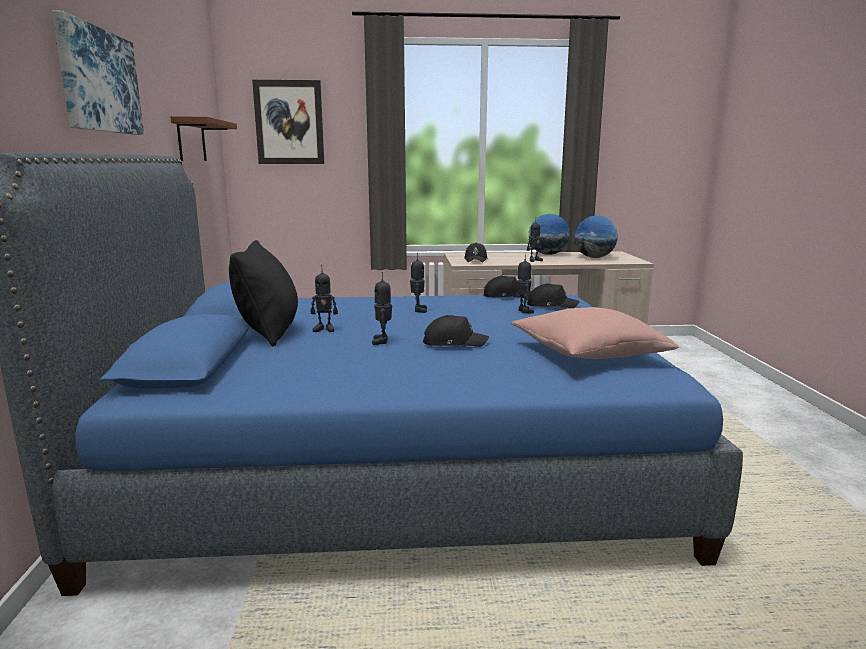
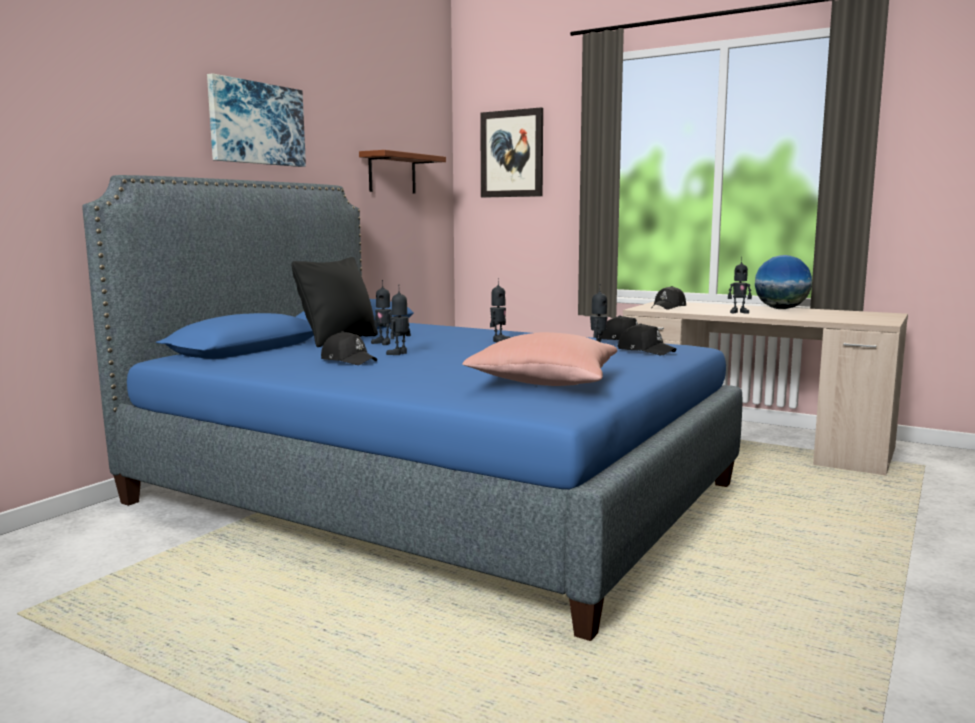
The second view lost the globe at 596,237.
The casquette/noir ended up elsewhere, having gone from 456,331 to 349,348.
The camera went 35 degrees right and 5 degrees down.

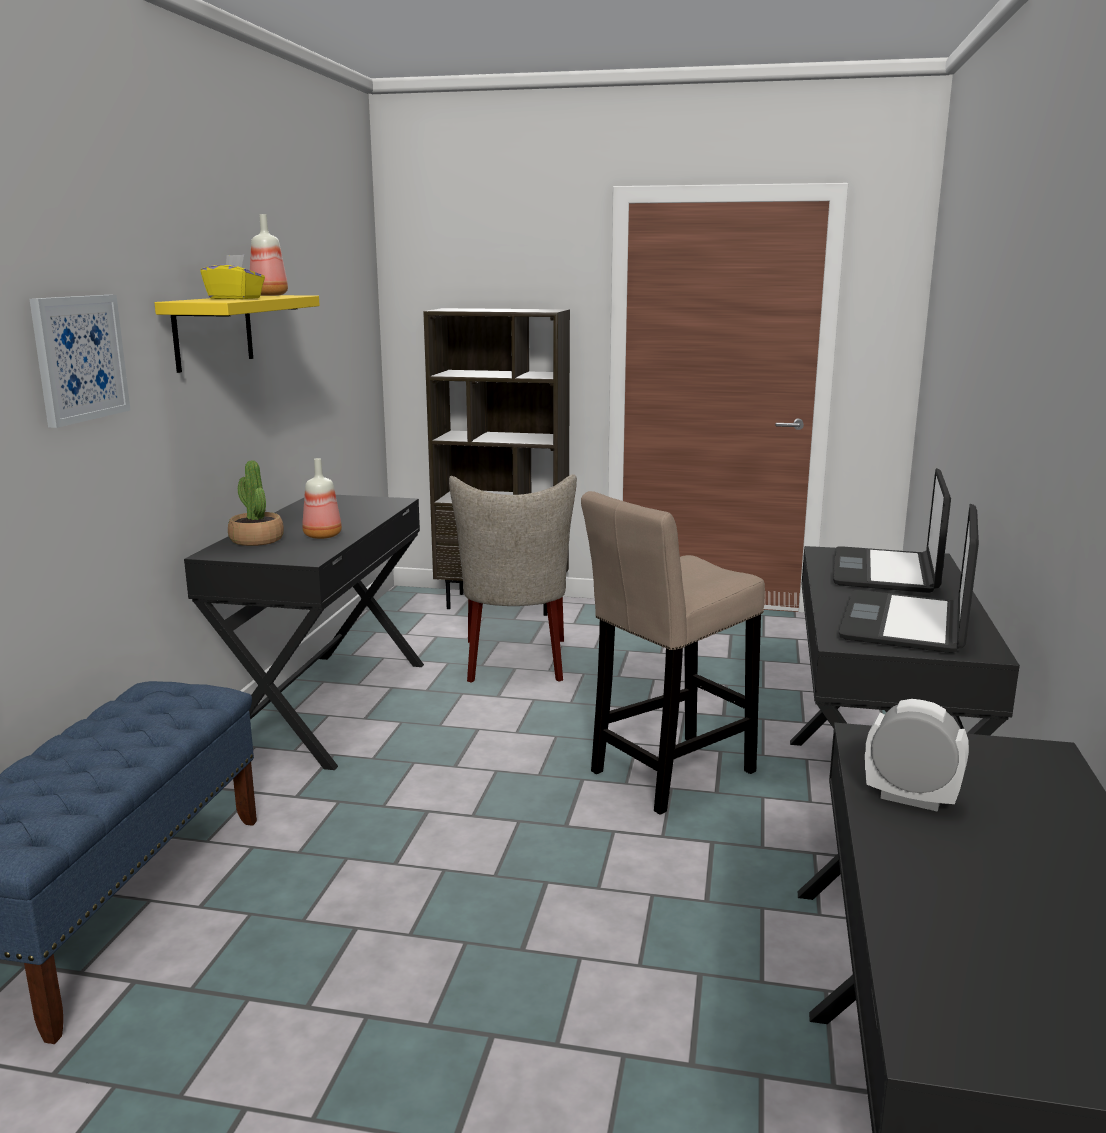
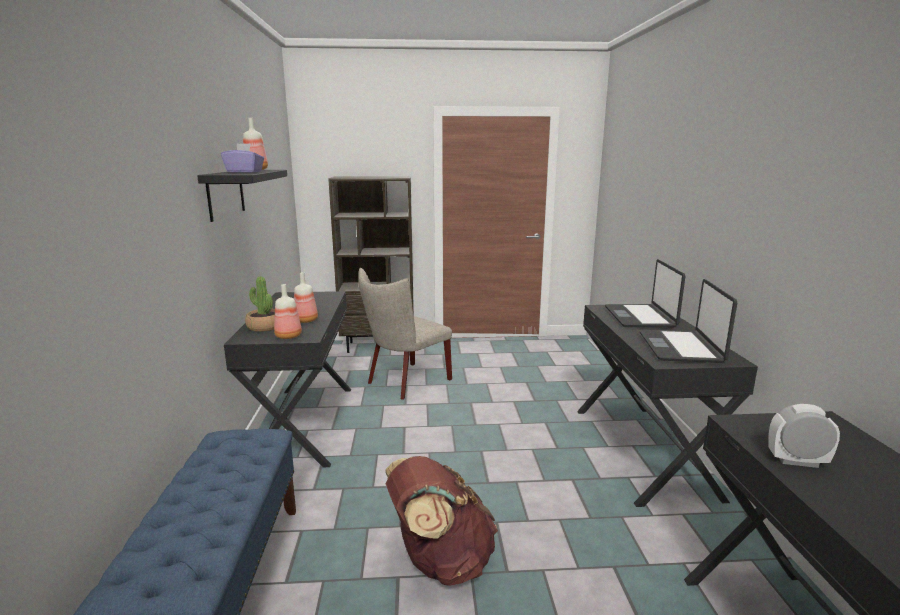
The second view lost the tableau at 79,361.
The second view lost the tabouret/beige at 673,653.
The second view gained the bouteille at 288,311.
The second view gained the sac à dos/marron at 441,521.
What was the étagère/jaune at 237,334 turned into the étagère/noir at 242,196.
What was the boîte à mouchoirs/jaune at 232,277 turned into the boîte à mouchoirs/violet at 242,158.
The chaise/beige at 513,578 ended up facing another way, 60 degrees clockwise from before.
The camera went 15 degrees left and 0 degrees up.

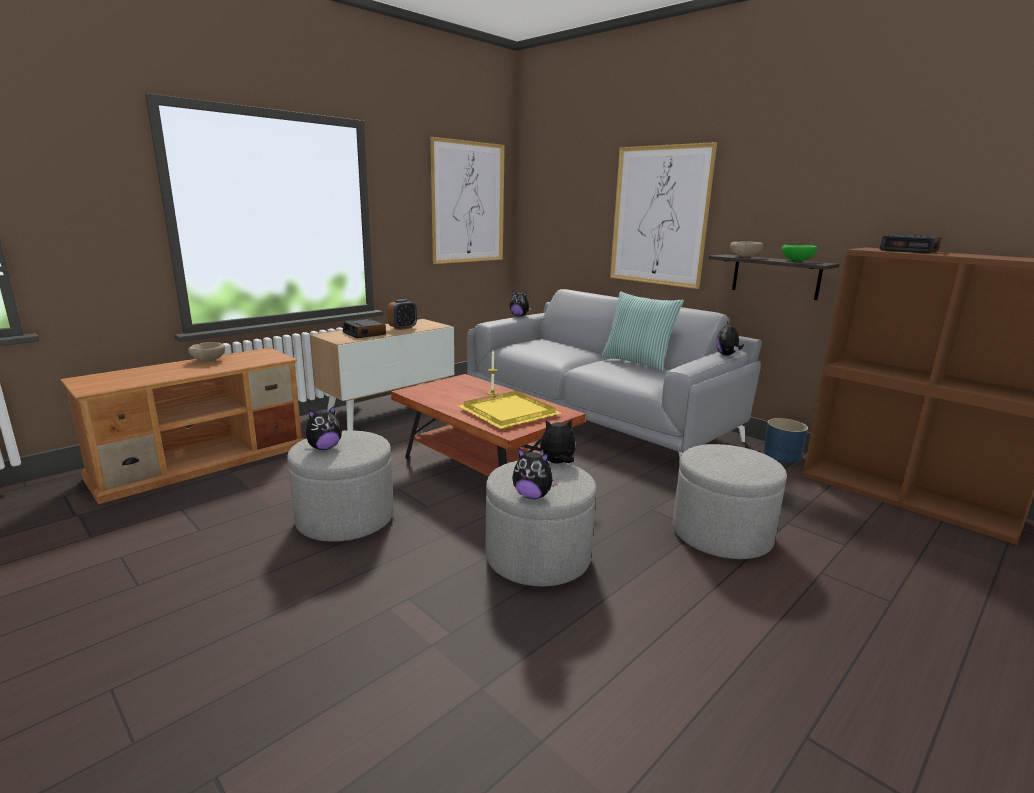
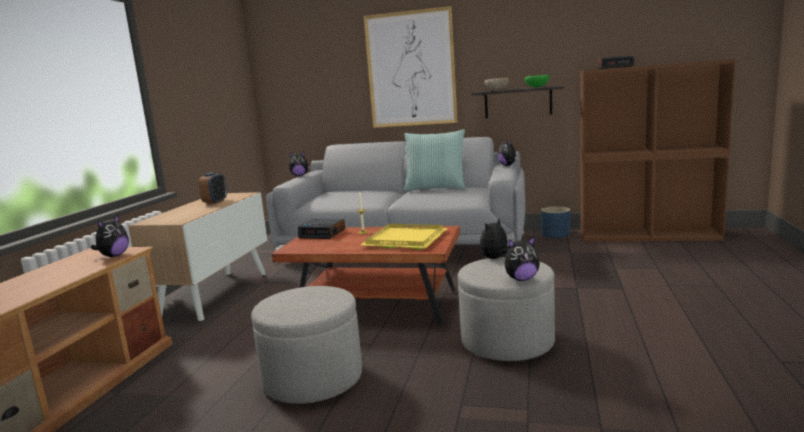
The second view lost the bol/beige at 206,351.
The second view lost the tableau at 467,200.
The second view lost the pouf/gris at 730,501.
The peluche ended up elsewhere, having gone from 324,427 to 110,236.
The réveil ended up elsewhere, having gone from 364,328 to 321,229.
The camera went 30 degrees left and 5 degrees down.

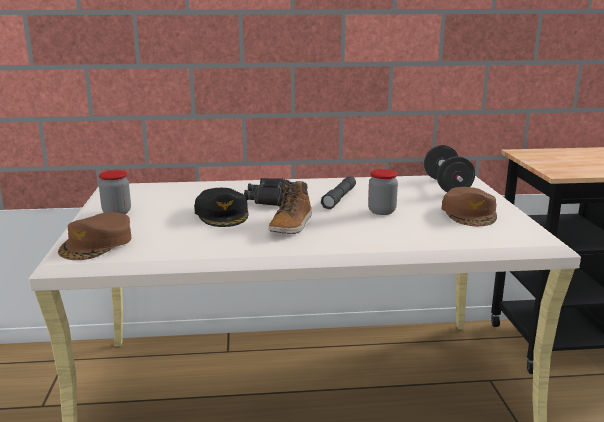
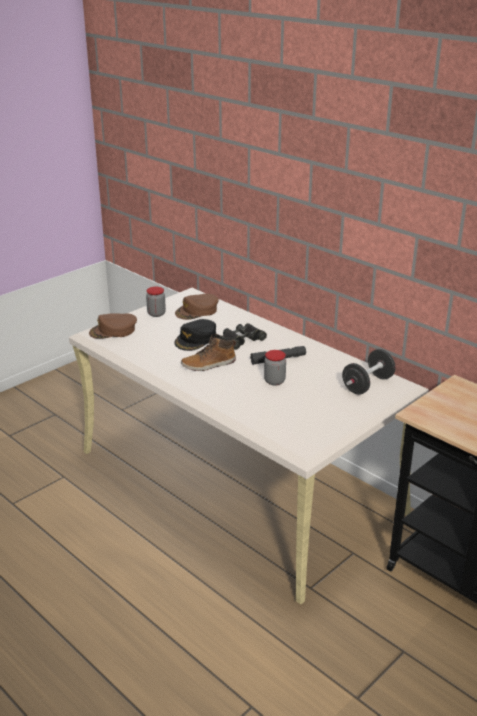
The casquette/marron ended up elsewhere, having gone from 469,206 to 197,307.
The camera went 50 degrees right and 10 degrees up.

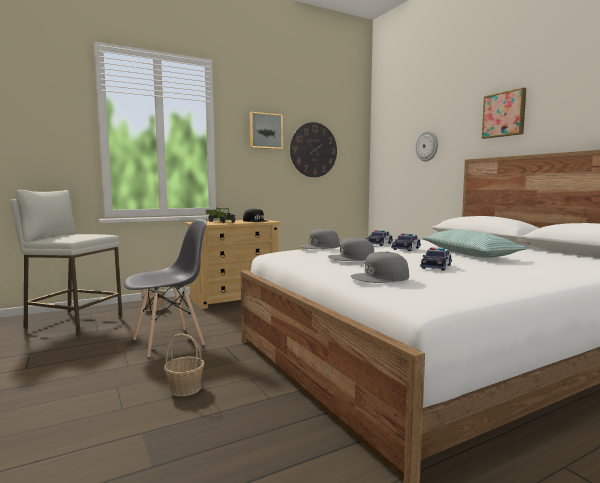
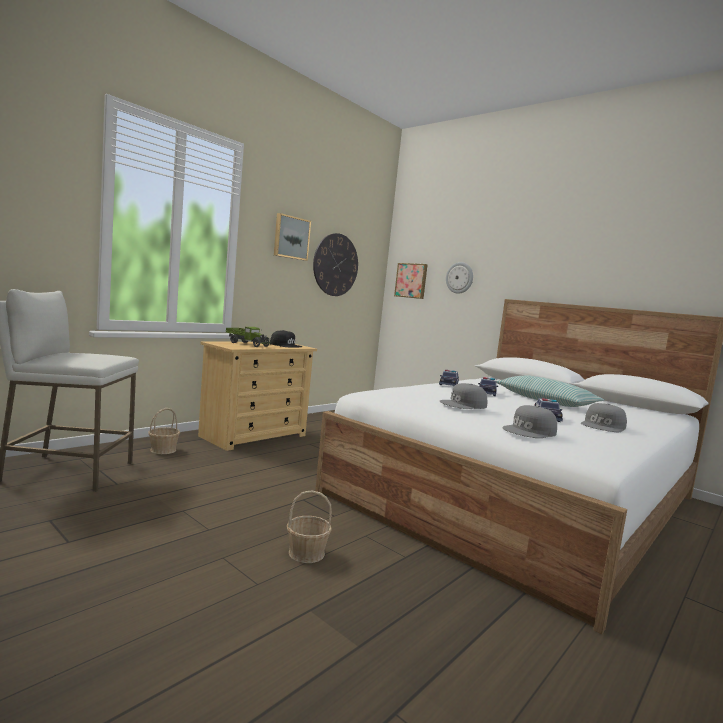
The second view lost the chaise/gris at 165,288.
The casquette/gris ended up elsewhere, having gone from 320,238 to 604,417.
The tableau ended up elsewhere, having gone from 504,113 to 411,281.
The camera went 20 degrees left and 0 degrees up.

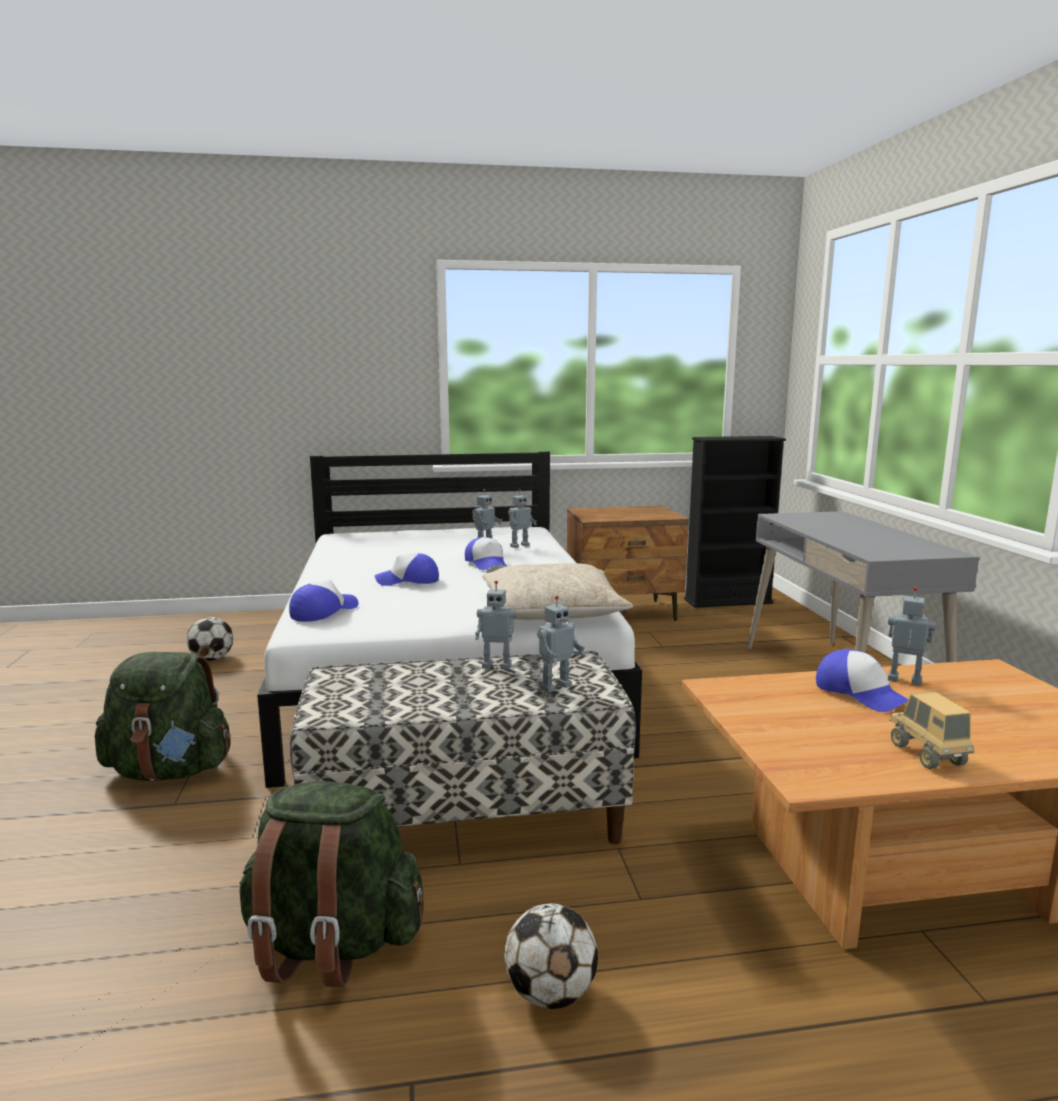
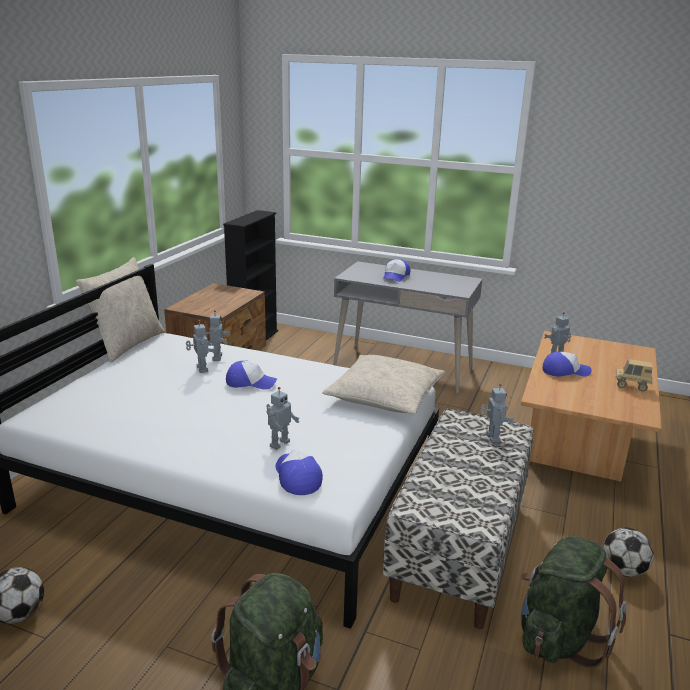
The second view gained the coussin/beige at 120,309.
The casquette ended up elsewhere, having gone from 406,569 to 396,270.
The robot jouet ended up elsewhere, having gone from 495,625 to 282,418.
The camera went 60 degrees left and 10 degrees up.

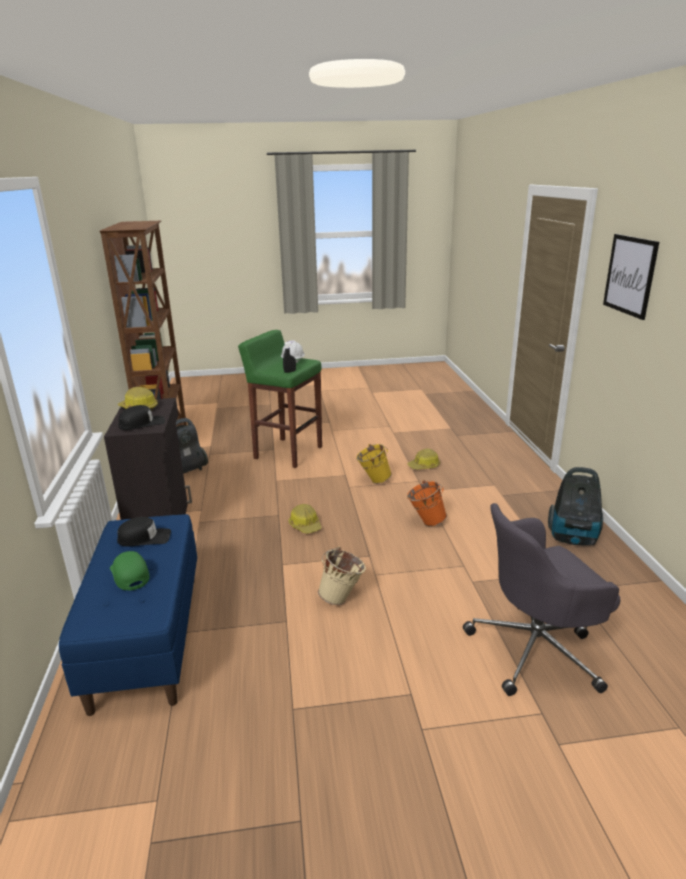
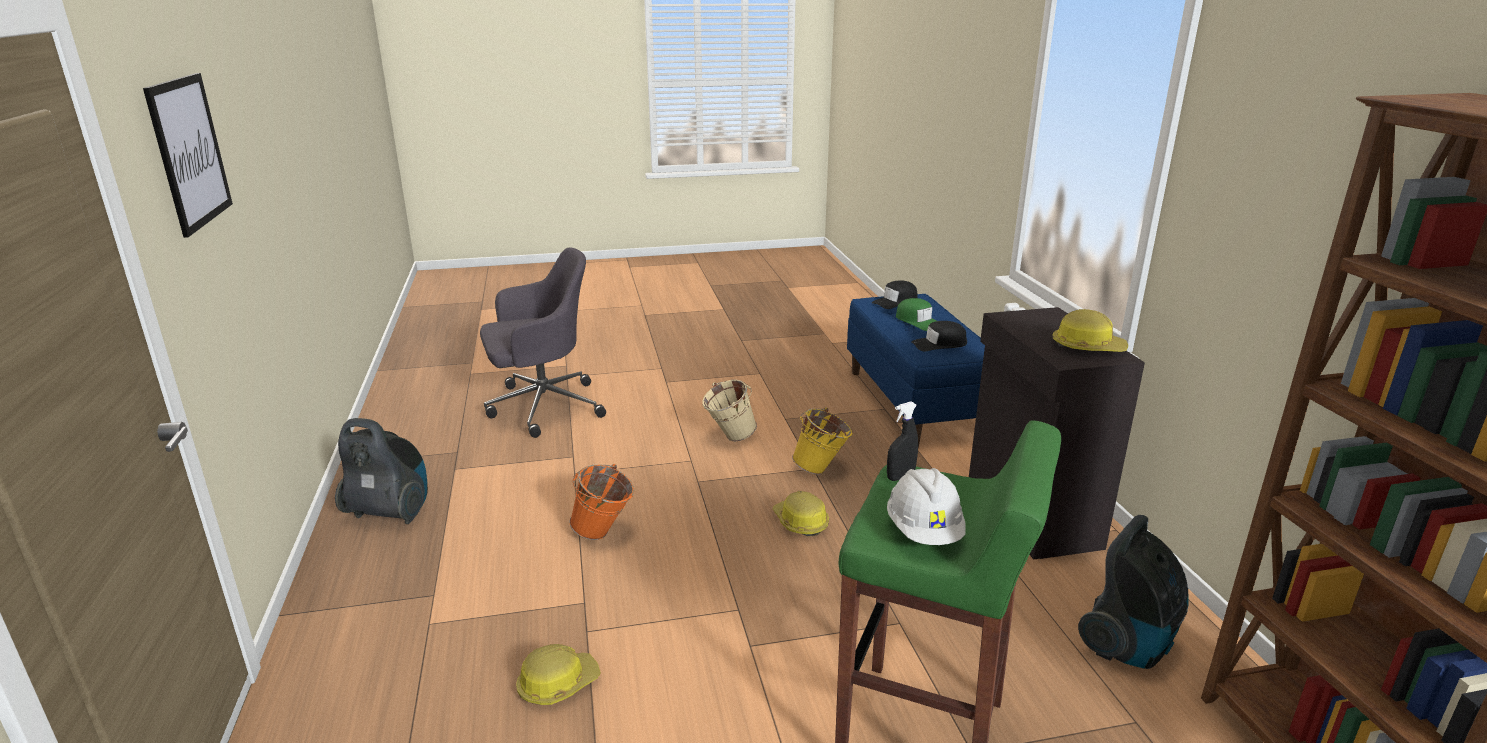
The casquette/noir ended up elsewhere, having gone from 141,417 to 894,295.
The seau/jaune ended up elsewhere, having gone from 374,464 to 822,441.
The camera went 175 degrees right and 0 degrees up.

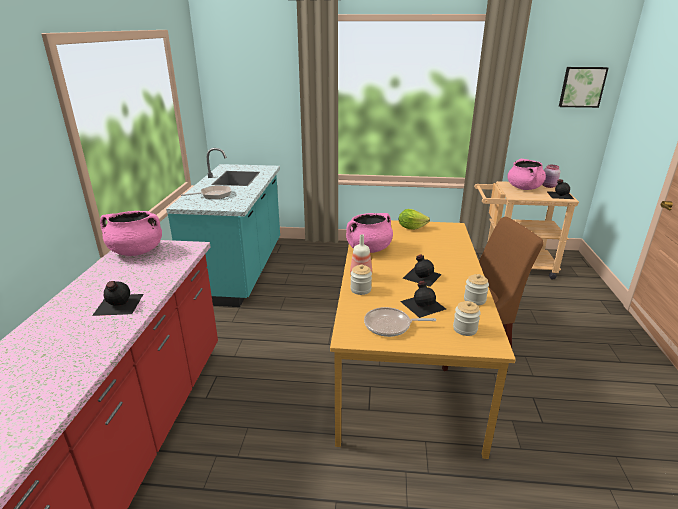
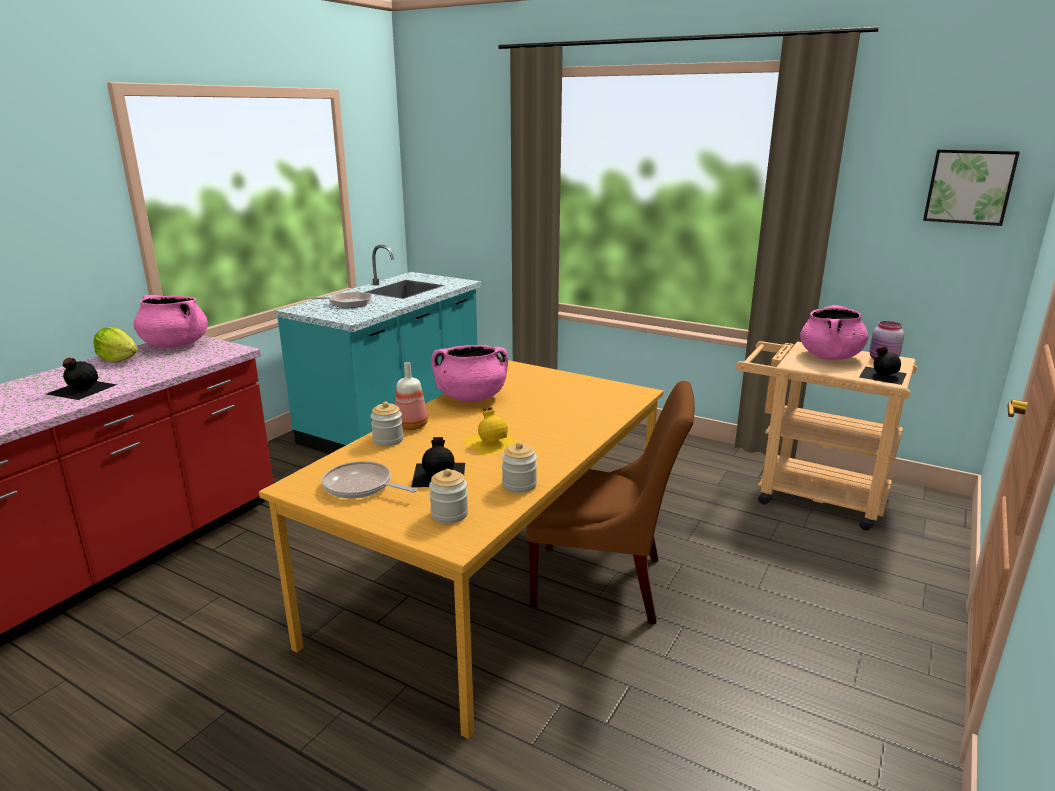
The laitue ended up elsewhere, having gone from 414,219 to 115,344.
What was the bouteille/noir at 422,271 turned into the bouteille/jaune at 490,431.
The camera went 25 degrees right and 5 degrees down.

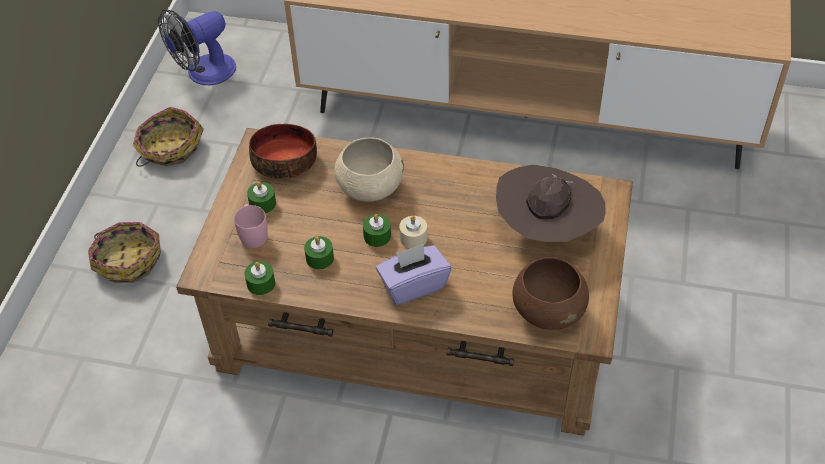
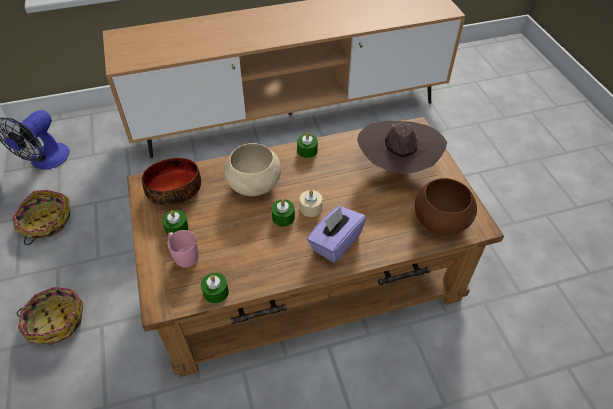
The bougie/vert ended up elsewhere, having gone from 319,253 to 307,145.
The camera went 30 degrees left and 0 degrees up.

